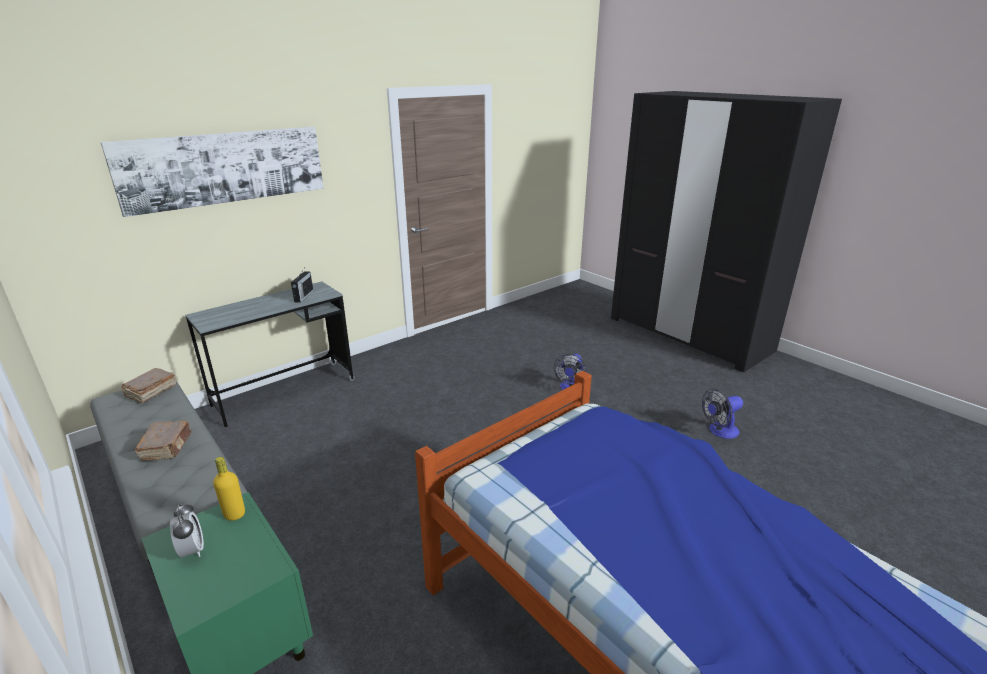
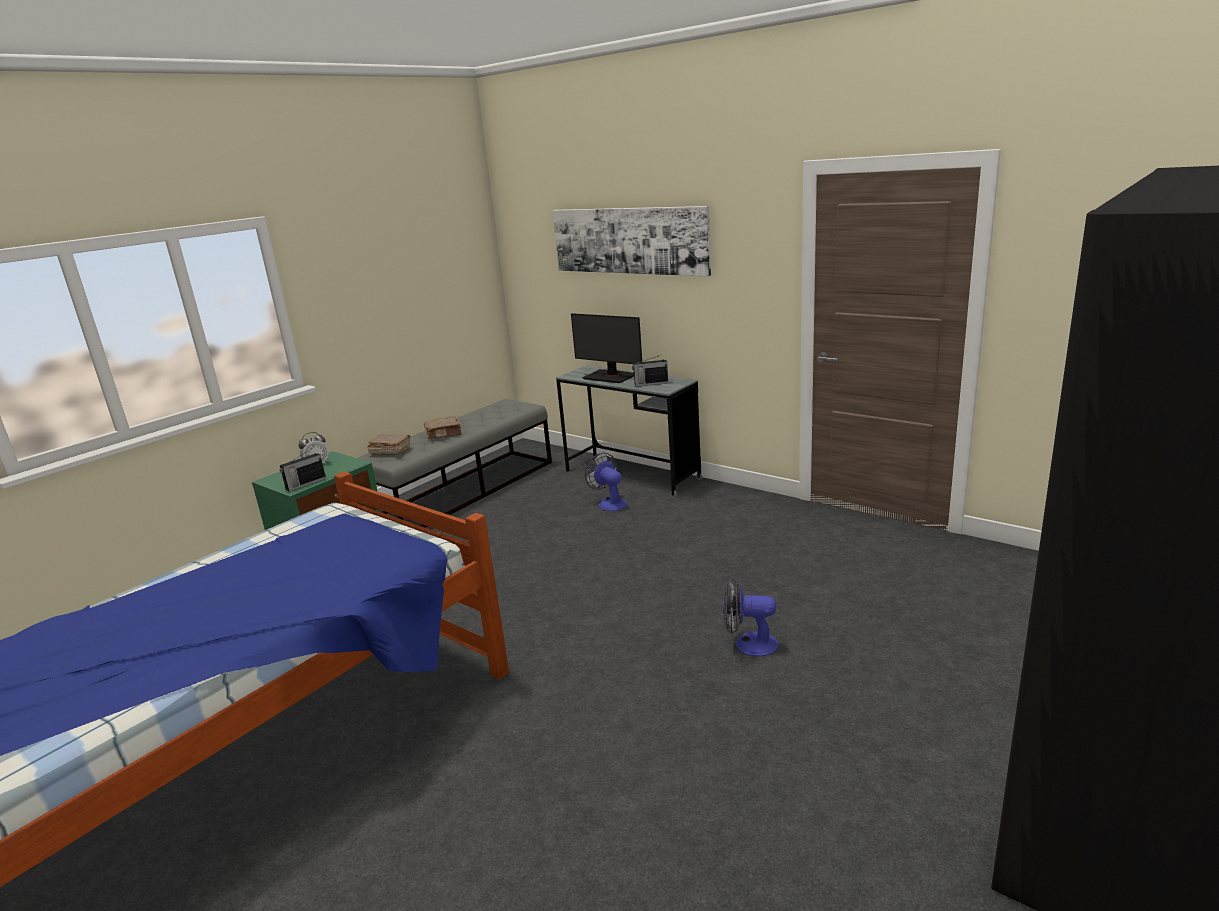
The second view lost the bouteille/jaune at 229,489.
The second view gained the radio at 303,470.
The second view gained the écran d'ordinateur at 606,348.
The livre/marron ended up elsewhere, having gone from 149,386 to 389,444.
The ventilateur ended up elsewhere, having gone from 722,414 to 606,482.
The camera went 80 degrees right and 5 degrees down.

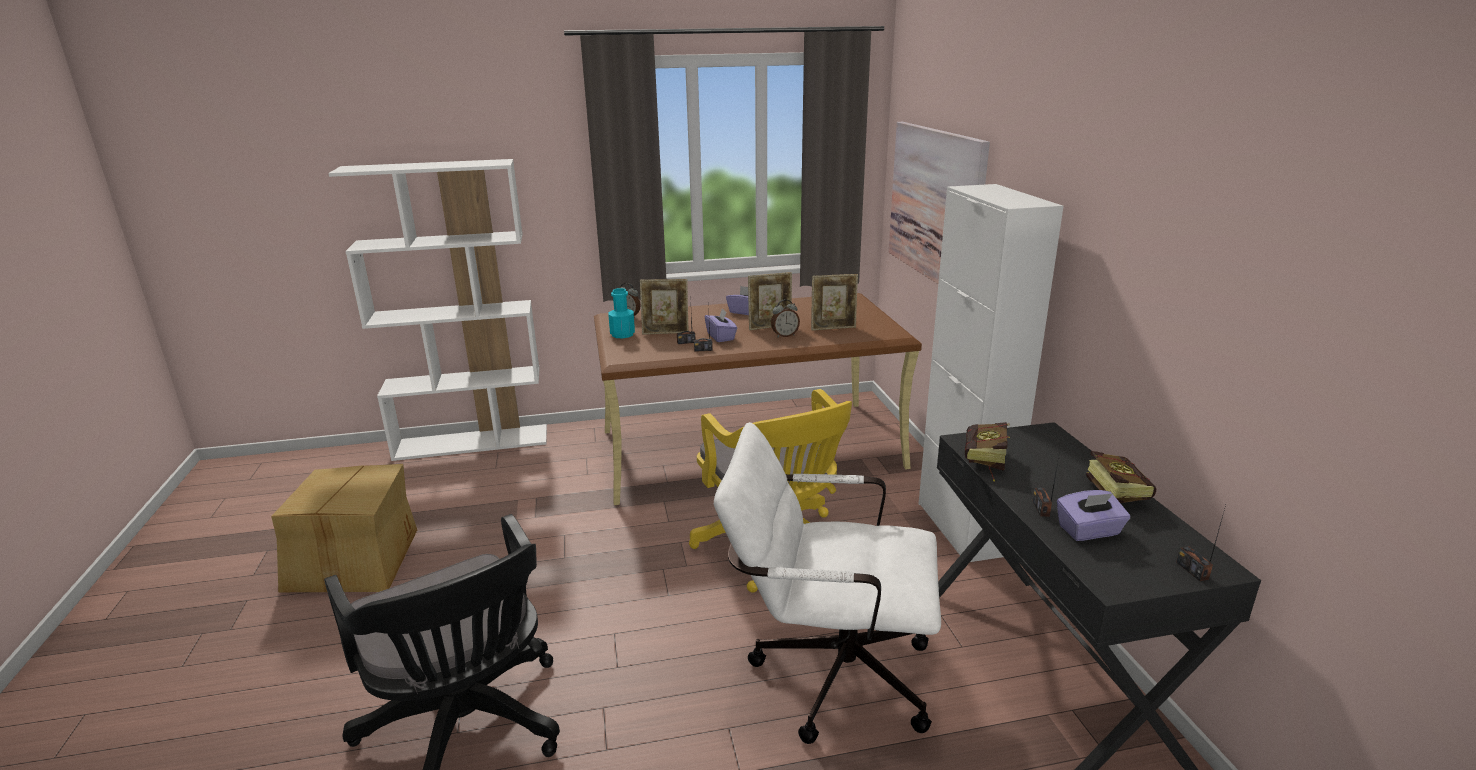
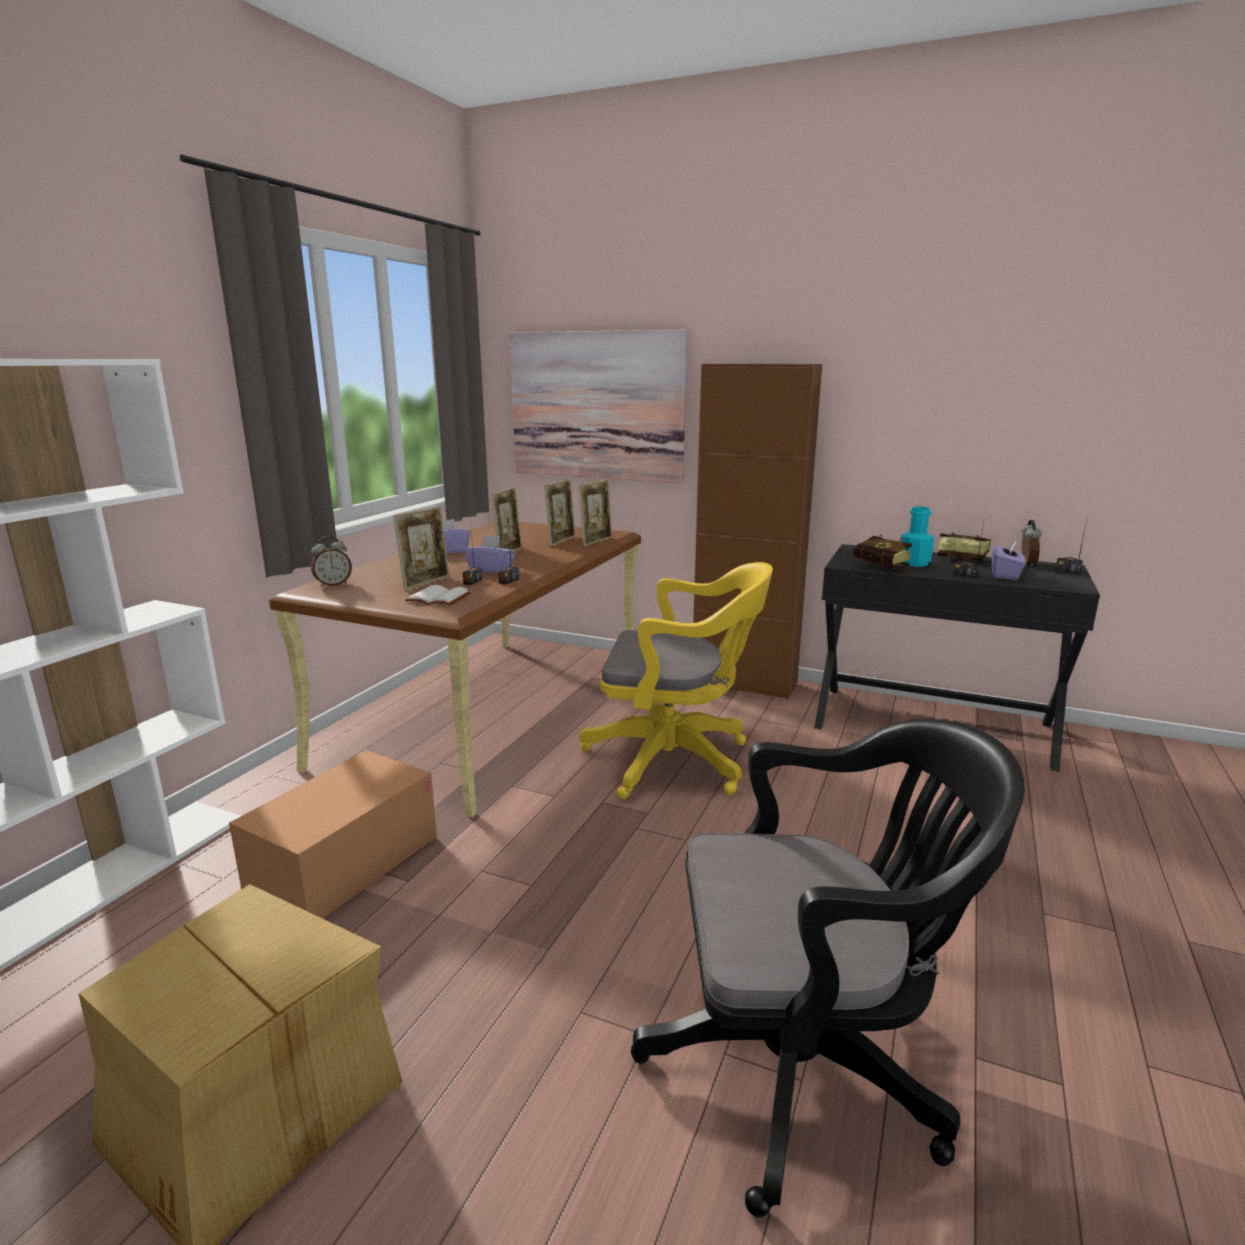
The second view lost the chaise de bureau/blanc at 827,583.
The second view gained the carton at 333,834.
The second view gained the livre/blanc at 438,595.
The second view gained the cadre photo at 595,513.
The bouteille/turquoise ended up elsewhere, having gone from 621,313 to 917,537.
The réveil ended up elsewhere, having gone from 785,318 to 1031,543.
What was the meuble de rangement/blanc at 991,373 turned into the meuble de rangement/marron at 757,532.
The camera went 55 degrees left and 5 degrees down.

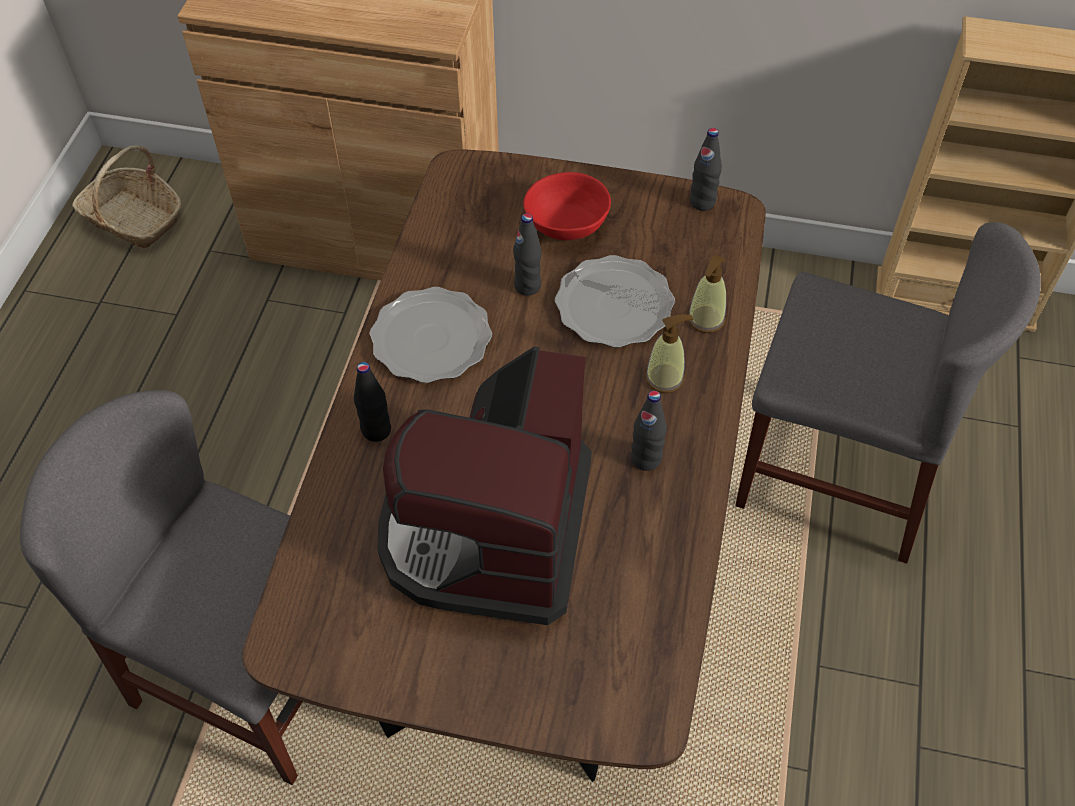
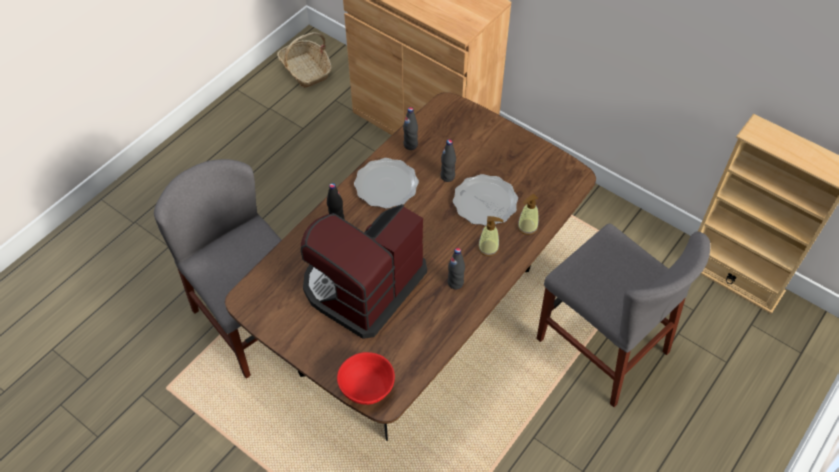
The bol/rouge ended up elsewhere, having gone from 567,206 to 366,378.
The bouteille/noir ended up elsewhere, having gone from 706,169 to 410,128.
The camera went 25 degrees right and 0 degrees up.

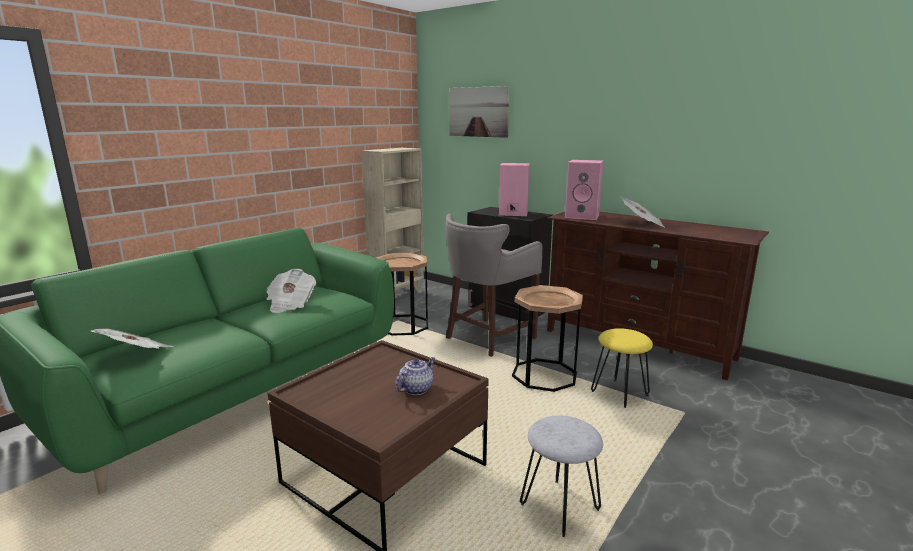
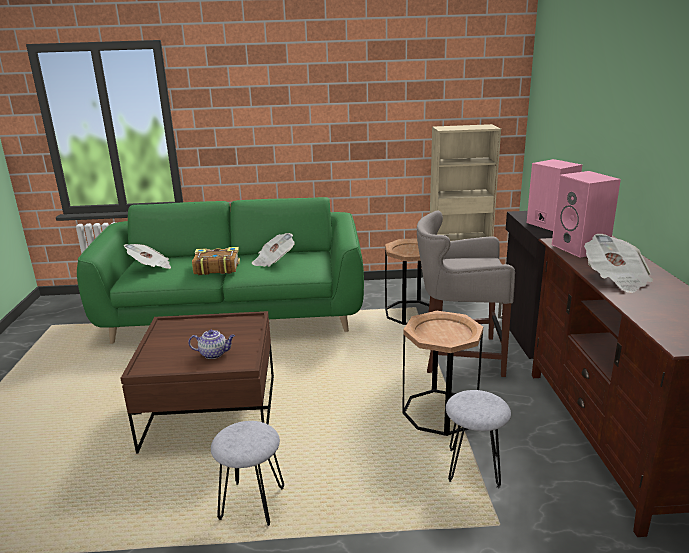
The second view lost the tableau at 479,112.
The second view gained the livre at 216,261.
What was the tabouret/jaune at 622,368 turned into the tabouret/gris at 478,439.
The camera went 50 degrees right and 5 degrees up.

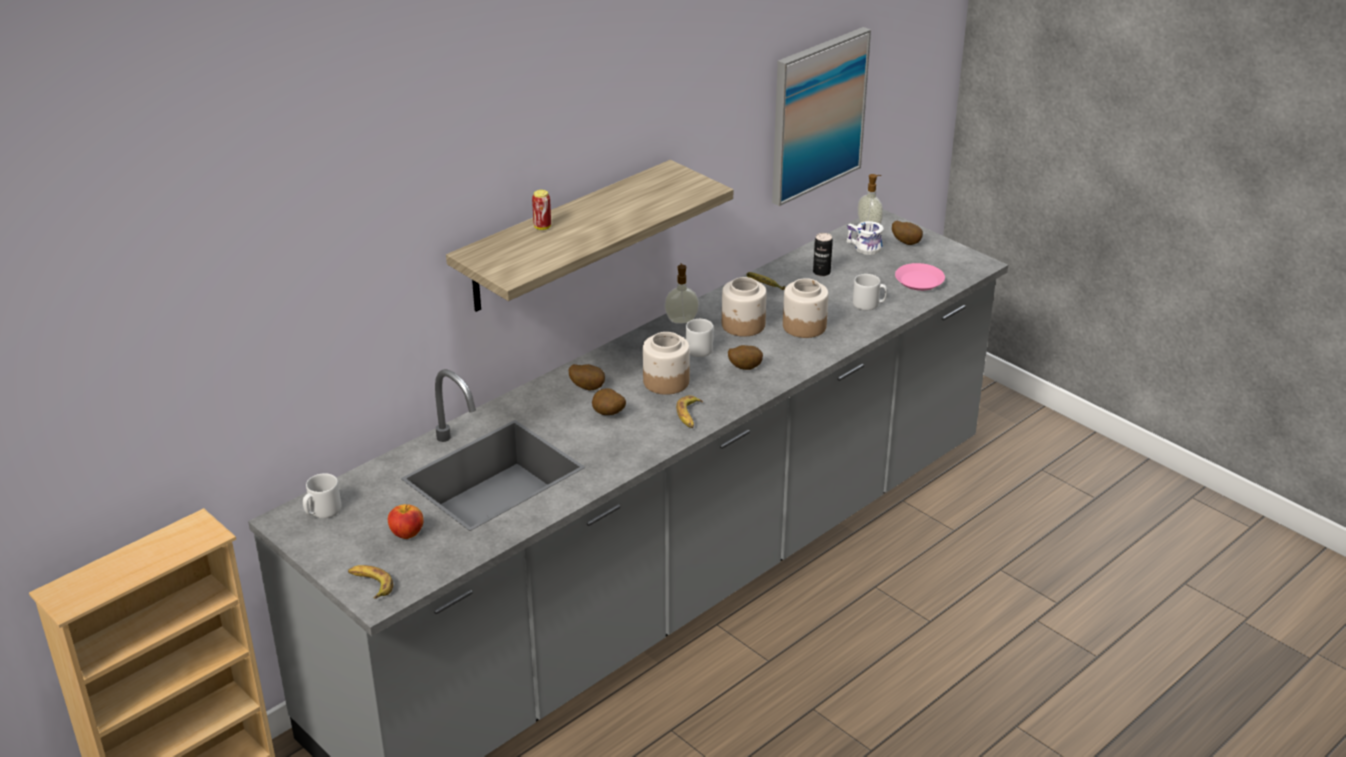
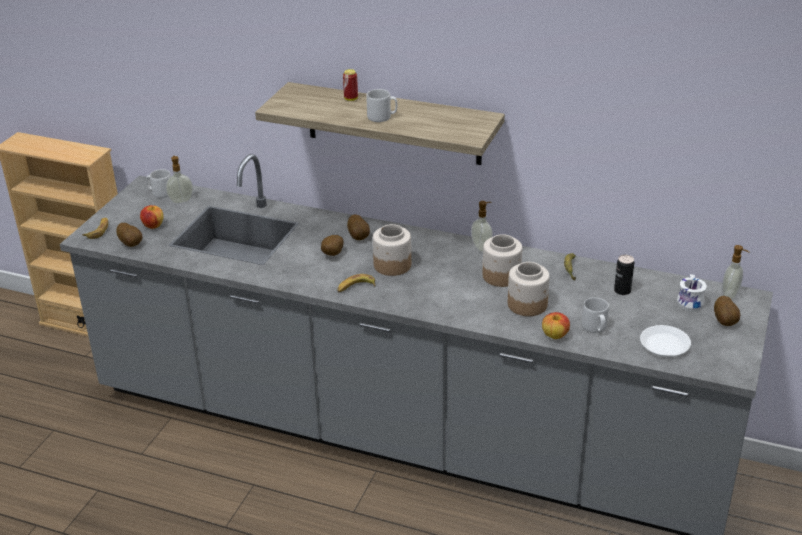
The second view lost the tableau at 821,116.
The second view gained the distributeur de savon at 179,179.
The second view gained the pomme at 556,325.
The mug/gris ended up elsewhere, having gone from 699,338 to 381,105.
The pomme de terre ended up elsewhere, having gone from 745,357 to 129,235.
What was the assiette/rose at 920,277 turned into the assiette/blanc at 665,341.
The camera went 65 degrees right and 0 degrees up.

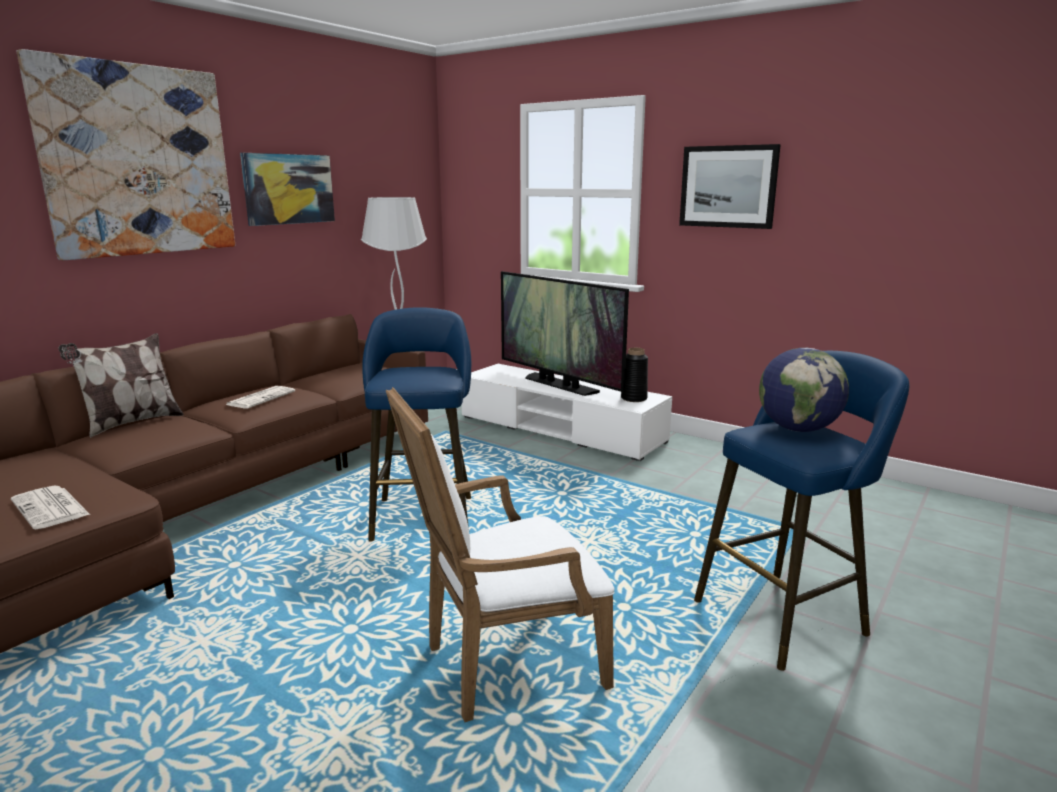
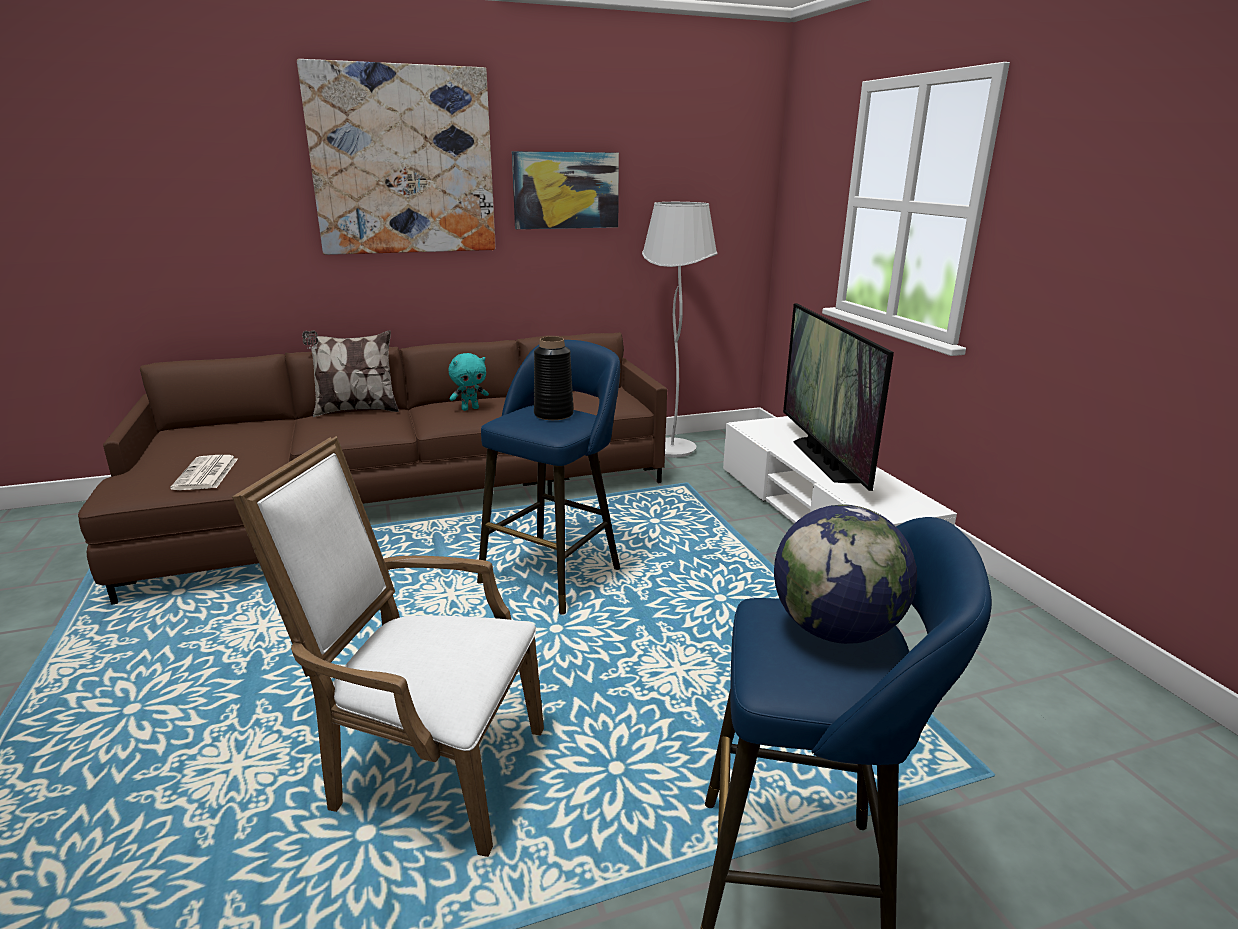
The second view lost the tableau at 730,186.
The vase/noir ended up elsewhere, having gone from 634,375 to 554,378.
Where the journal stood at 260,397, the peluche/turquoise came to stand at 468,382.
The camera went 35 degrees right and 5 degrees up.

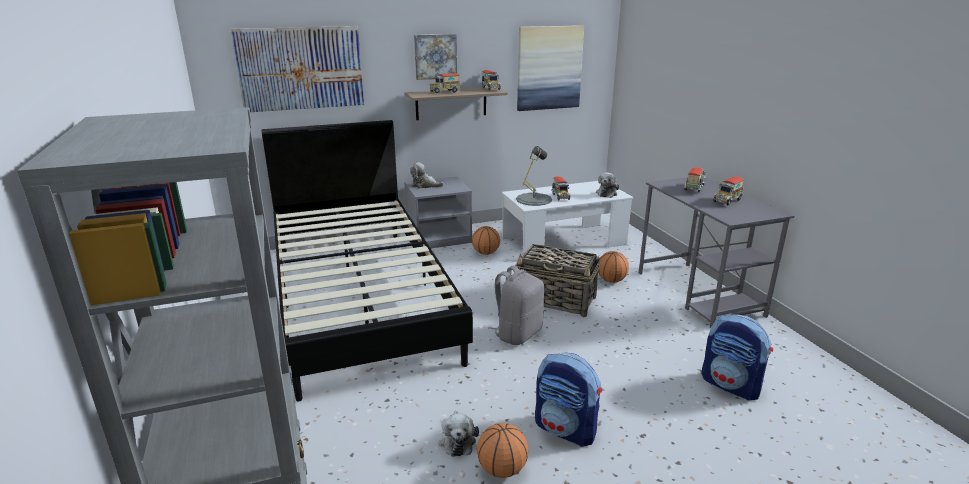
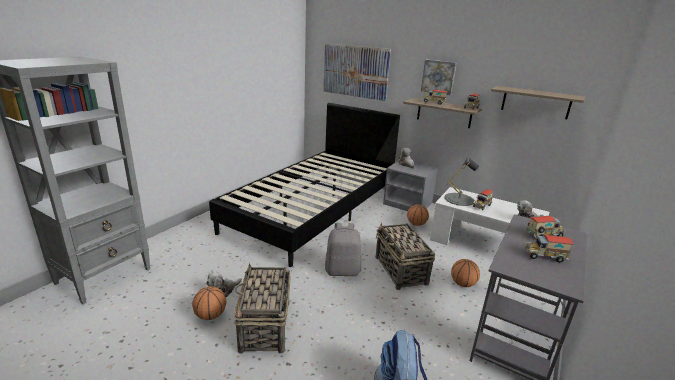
Where the tableau hung at 550,68, the étagère came to hang at 538,102.
Where the sac à dos stood at 568,399, the panier came to stand at 262,308.
The camera went 50 degrees right and 0 degrees up.

